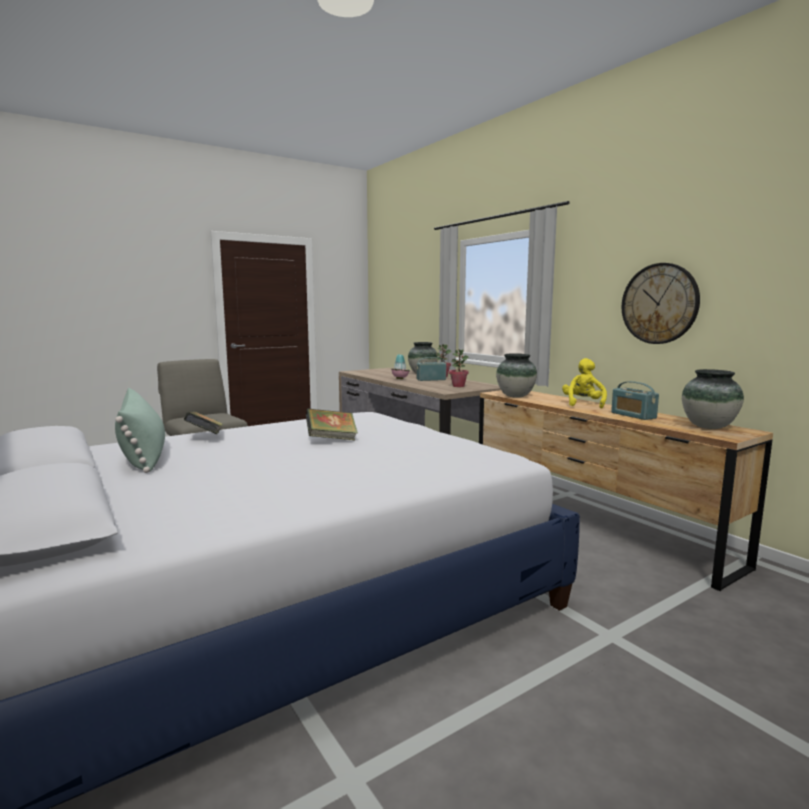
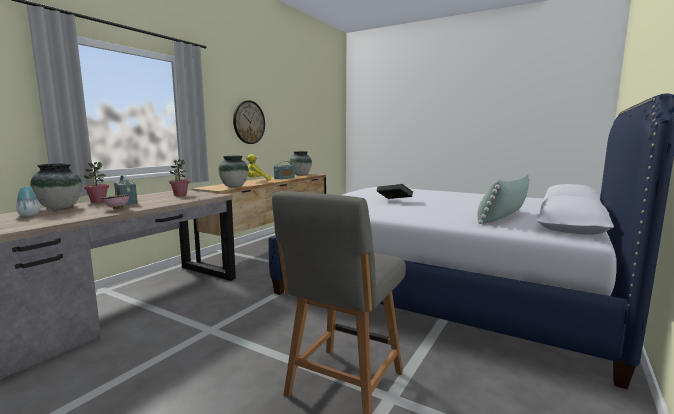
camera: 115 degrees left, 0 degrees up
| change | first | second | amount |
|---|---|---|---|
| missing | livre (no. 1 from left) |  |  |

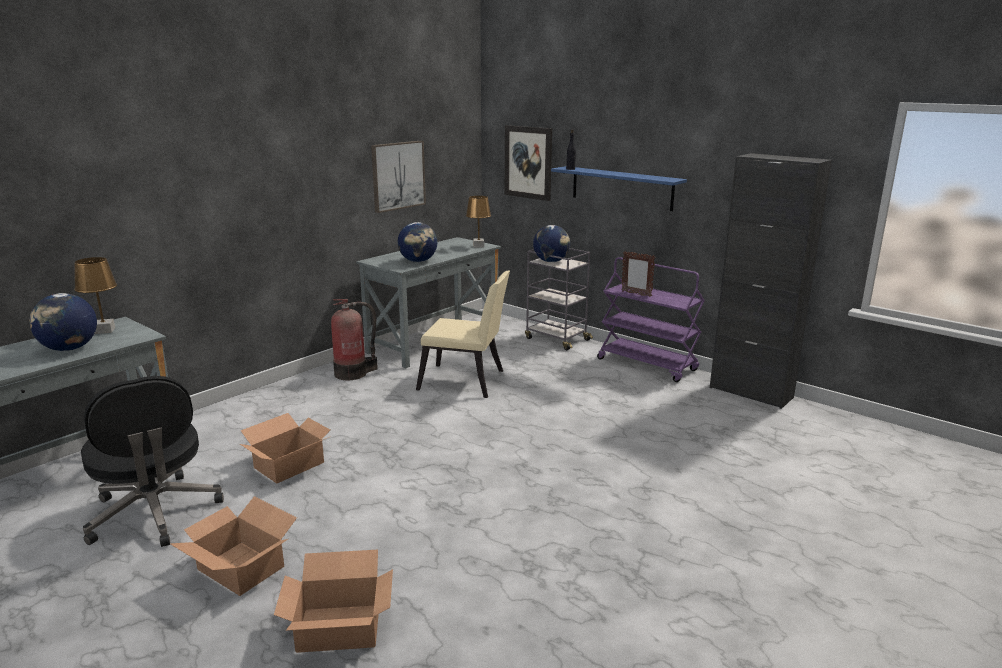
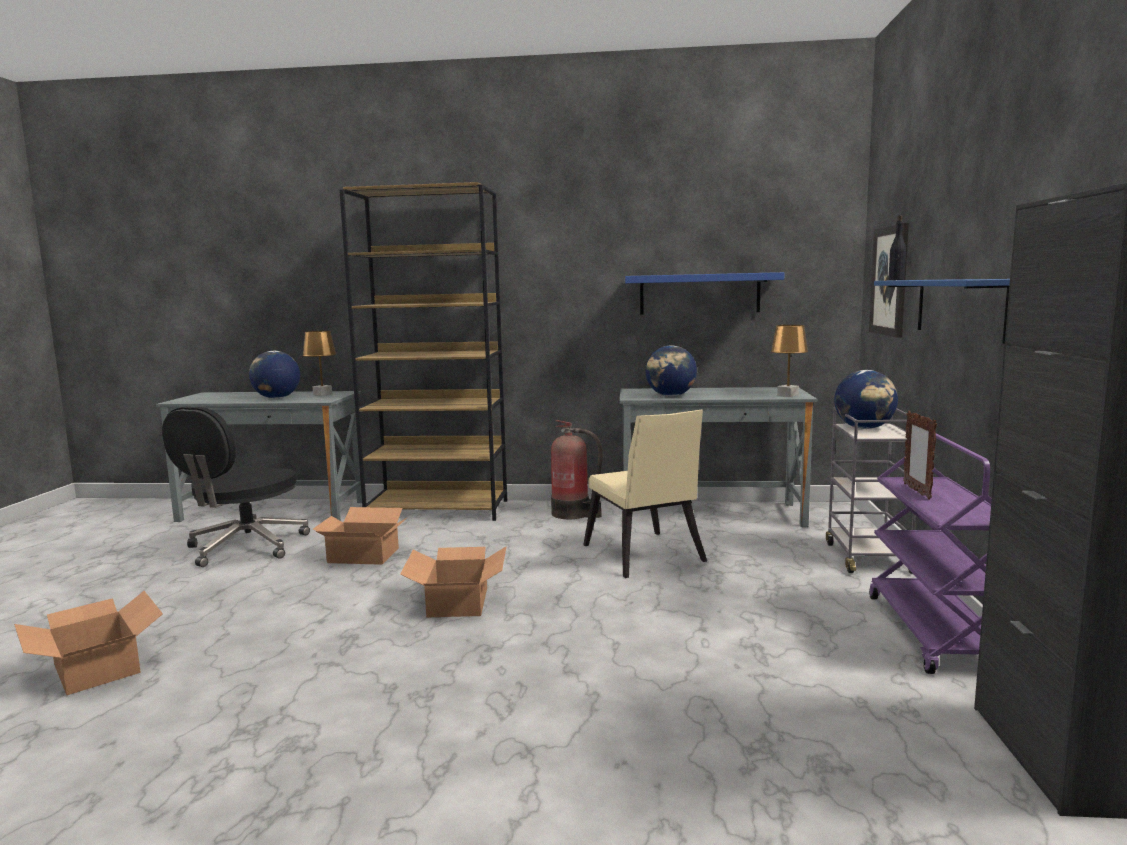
camera: 55 degrees right, 10 degrees down
| change | first | second | amount |
|---|---|---|---|
| relocated | carton (no. 1 from left in the first image) | carton (no. 3 from left) |  |
| exchanged | tableau (no. 1 from left) | étagère (bleu) (no. 1 from left) |  |
| appeared |  | bibliothèque (marron) |  |

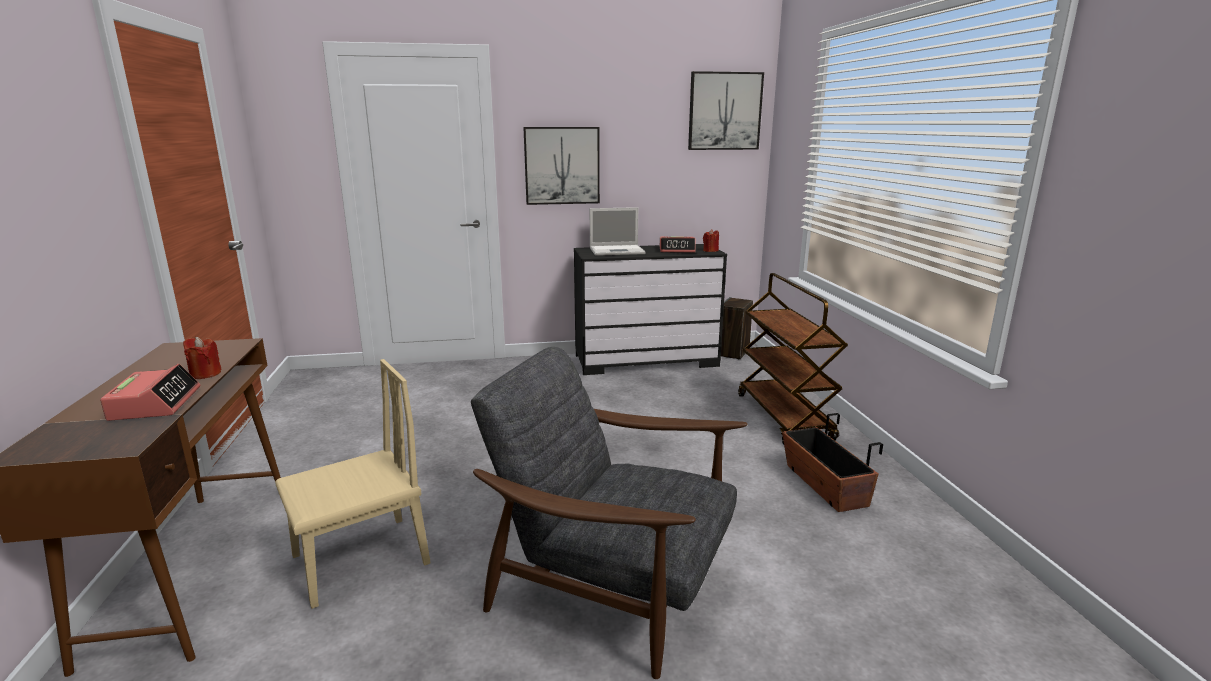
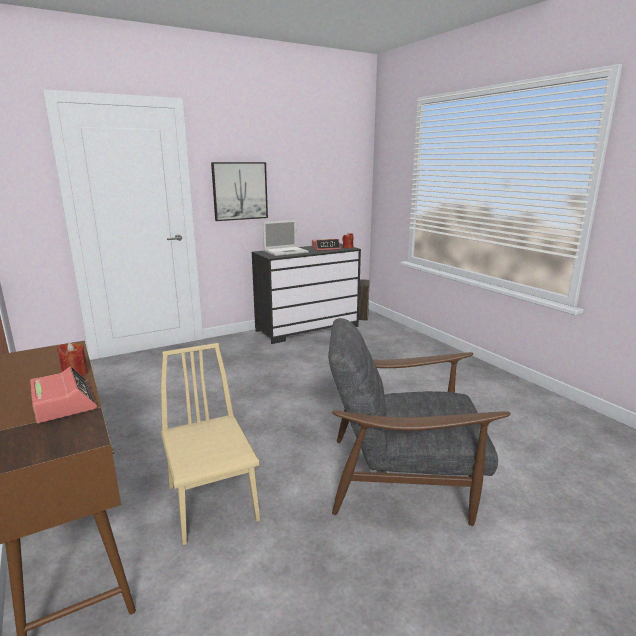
camera: 20 degrees left, 0 degrees up
| change | first | second | amount |
|---|---|---|---|
| spun | chaise (beige) |  | 60 degrees counterclockwise |
| missing | tableau (no. 2 from left) |  |  |
| missing | chariot (marron) |  |  |
| missing | cache-pot |  |  |

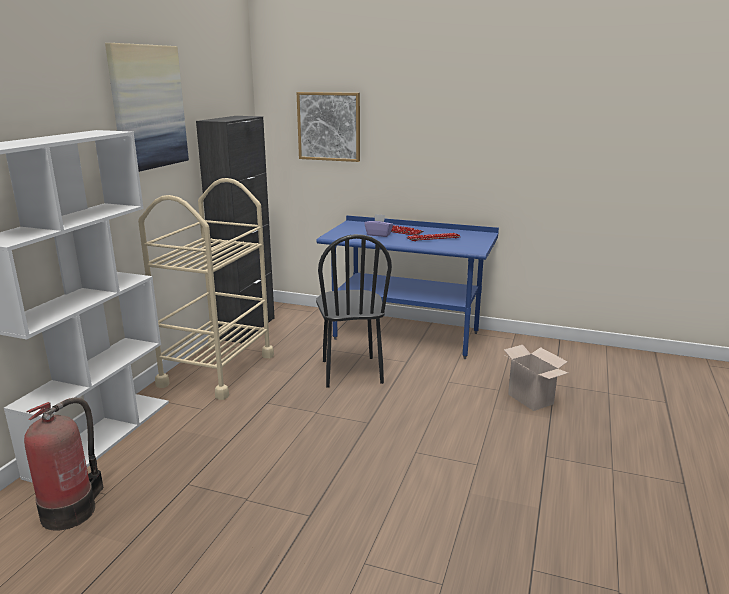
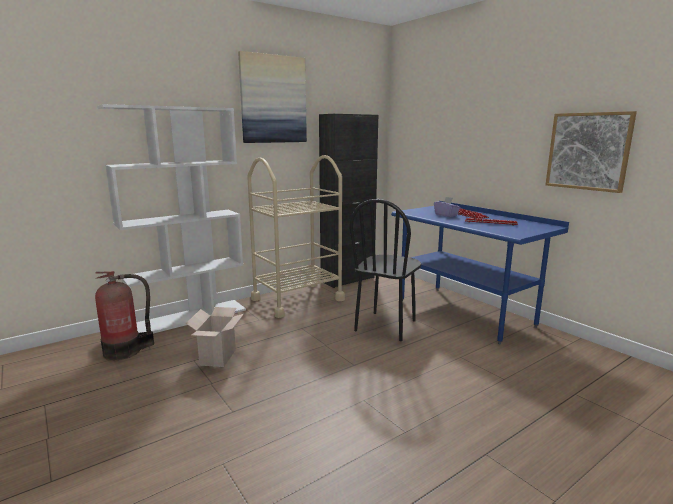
camera: 35 degrees right, 5 degrees down
| change | first | second | amount |
|---|---|---|---|
| relocated | tableau (no. 2 from left) |  |  |
| relocated | carton |  |  |

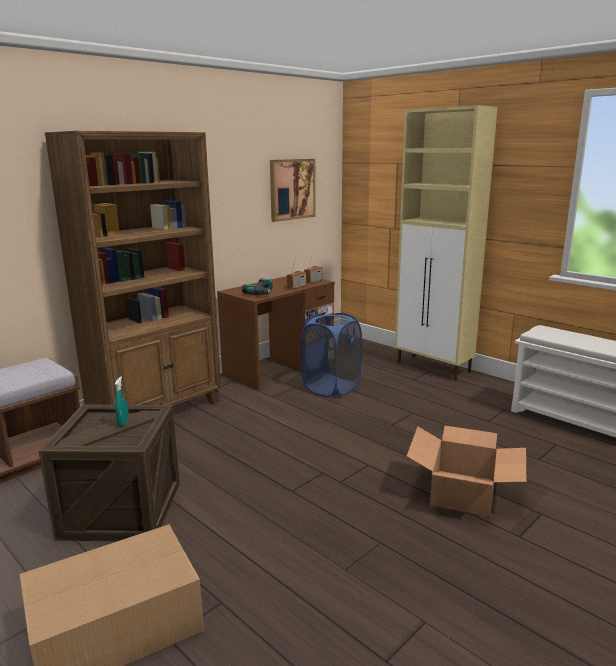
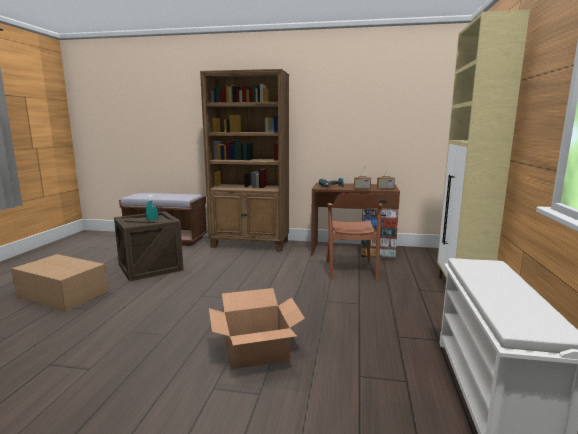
camera: 55 degrees right, 5 degrees down
| change | first | second | amount |
|---|---|---|---|
| missing | tableau |  |  |
| exchanged | panier à linge (bleu) | chaise (marron) |  |

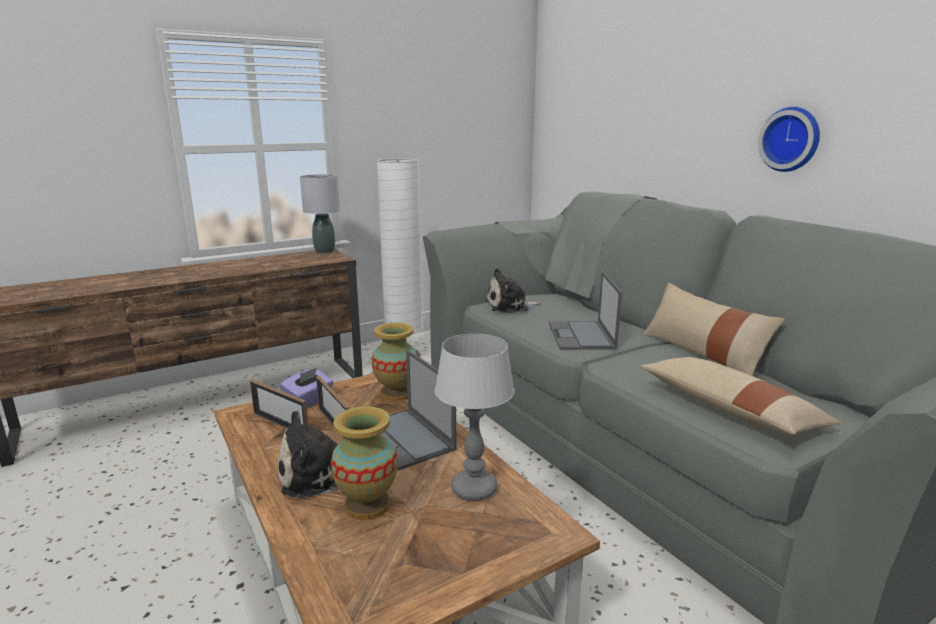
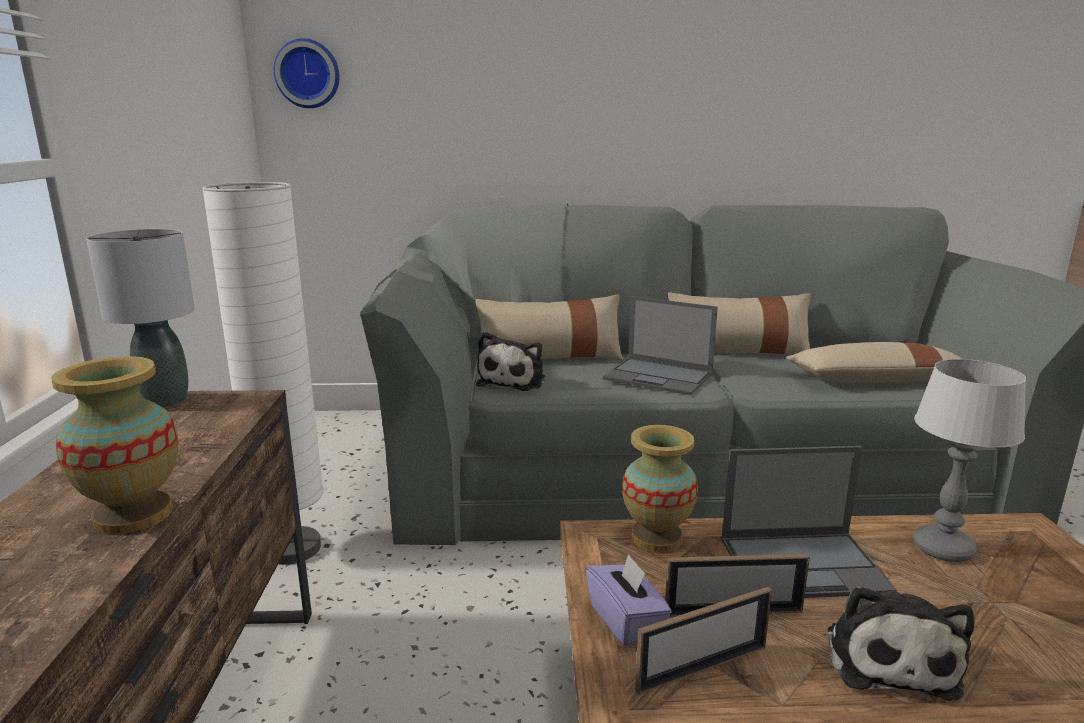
camera: 60 degrees left, 0 degrees up
| change | first | second | amount |
|---|---|---|---|
| relocated | vase (no. 1 from left) |  |  |
| relocated | horloge murale |  |  |
| appeared |  | coussin (beige) (no. 1 from left) |  |

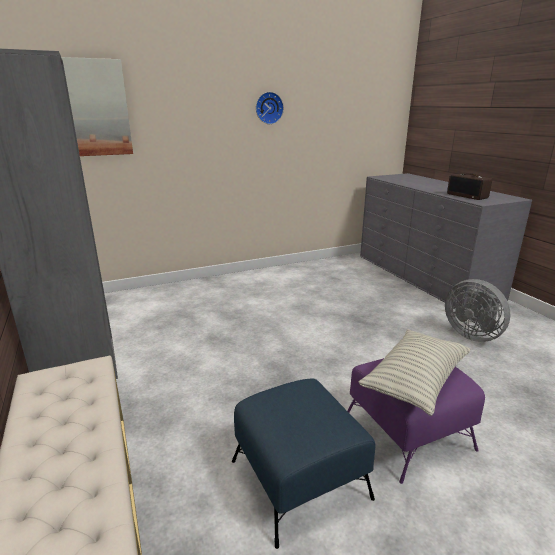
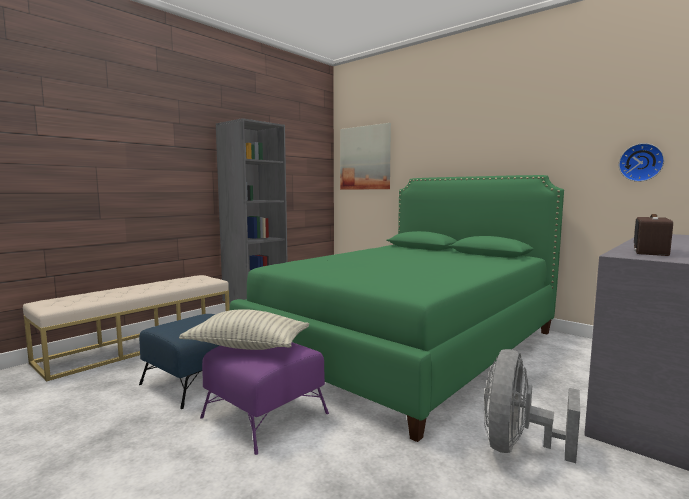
camera: 65 degrees right, 15 degrees down
| change | first | second | amount |
|---|---|---|---|
| relocated | horloge murale |  |  |
| appeared |  | lit (vert) |  |

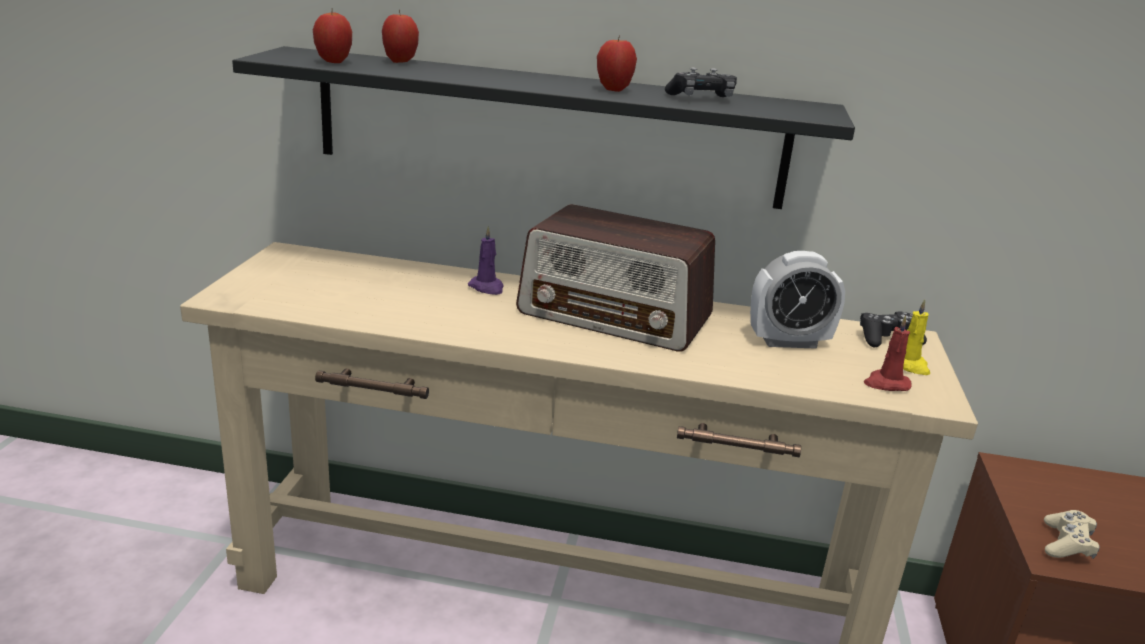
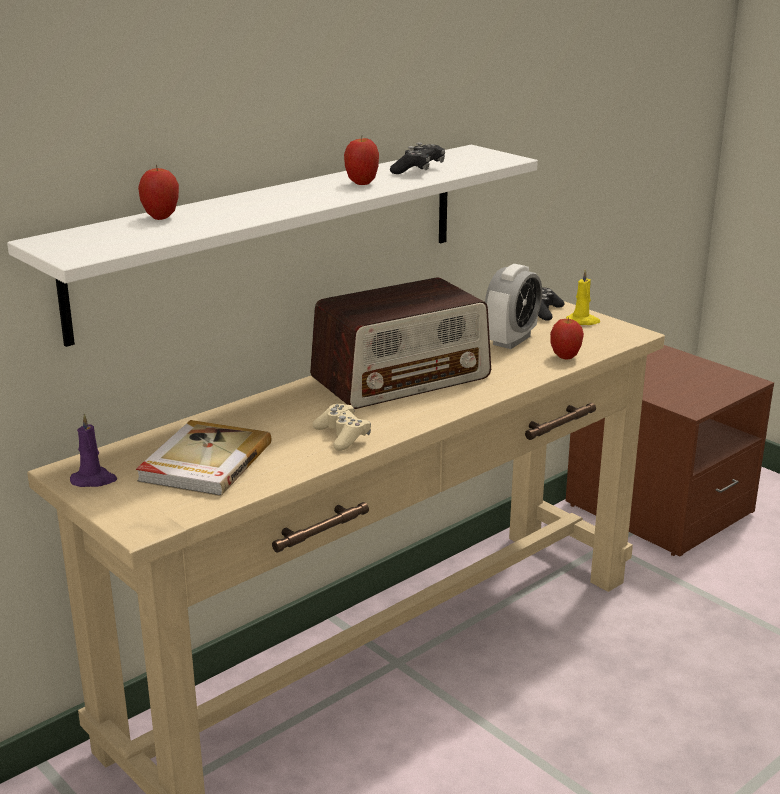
camera: 50 degrees left, 0 degrees up
| change | first | second | amount |
|---|---|---|---|
| colour | étagère (noir) | étagère (blanc) |  |
| relocated | pomme (no. 1 from left in the first image) | pomme (no. 3 from left) |  |
| relocated | bougie (violet) |  |  |
| missing | bougie (rouge) |  |  |
| relocated | manette (beige) |  |  |
| appeared |  | livre |  |

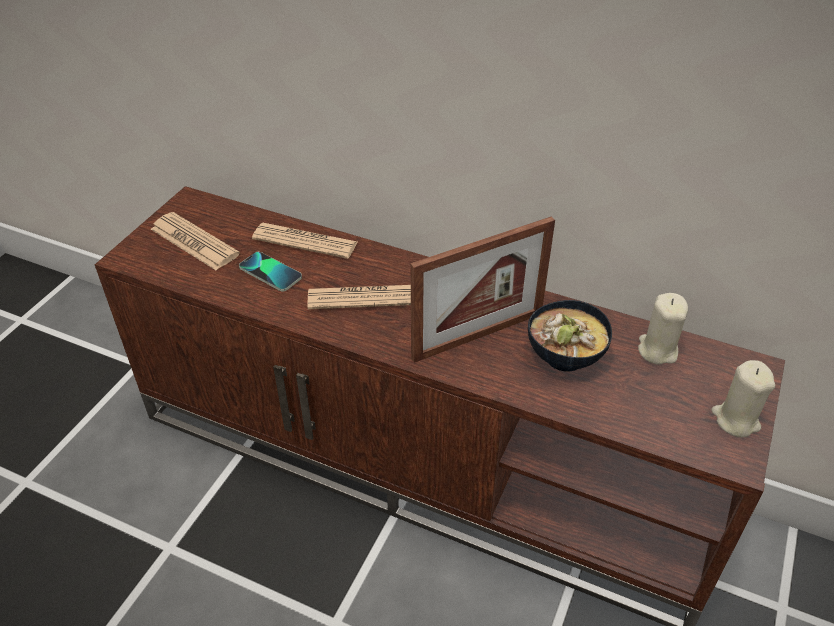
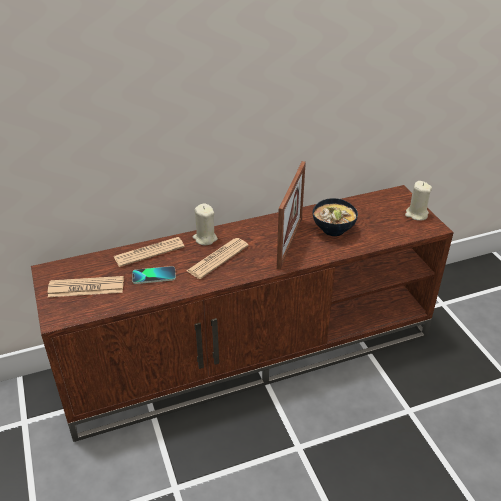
camera: 45 degrees left, 5 degrees down
| change | first | second | amount |
|---|---|---|---|
| relocated | bougie (beige) (no. 1 from left) |  |  |

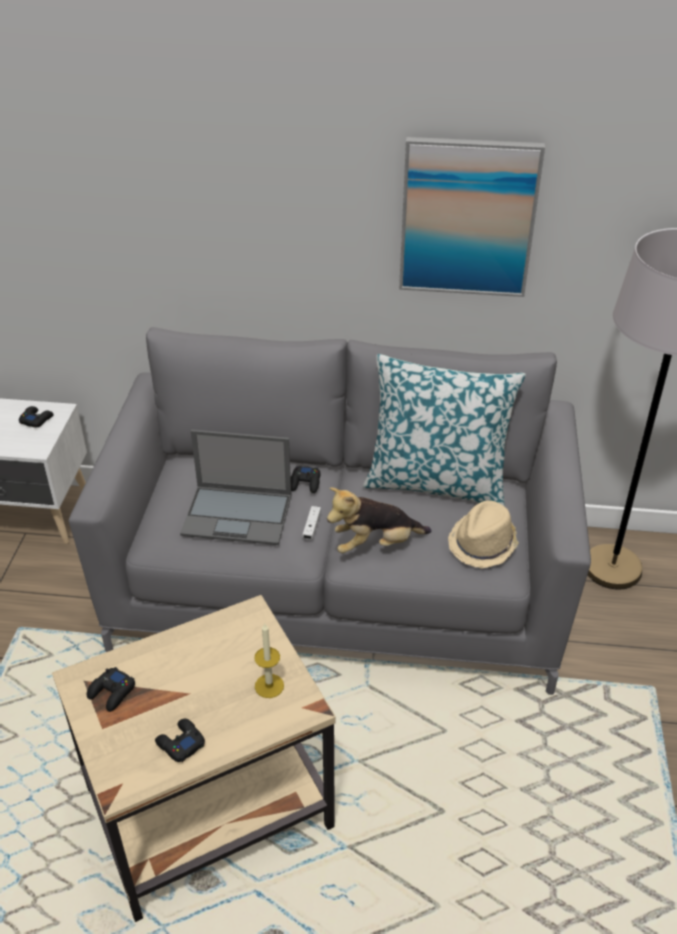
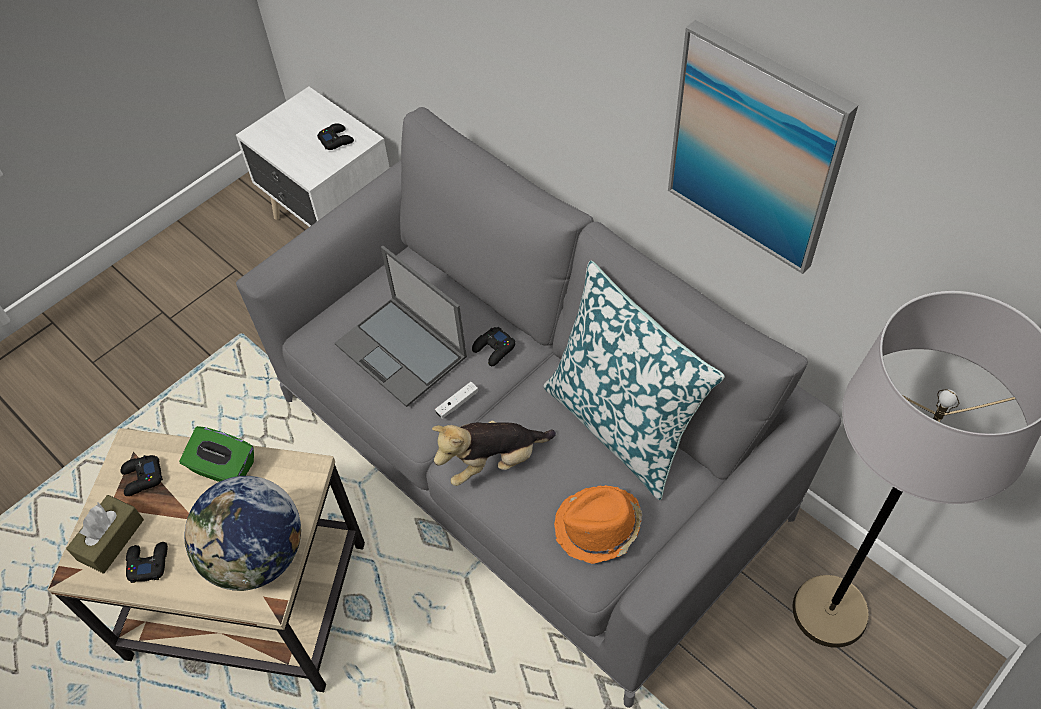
camera: 40 degrees right, 15 degrees up
| change | first | second | amount |
|---|---|---|---|
| exchanged | bougie | globe |  |
| spun | peluche |  | 45 degrees counterclockwise |
| colour | chapeau (beige) | chapeau (orange) |  |
| appeared |  | boîte à mouchoirs (marron) |  |
| appeared |  | boîte à mouchoirs (vert) |  |

